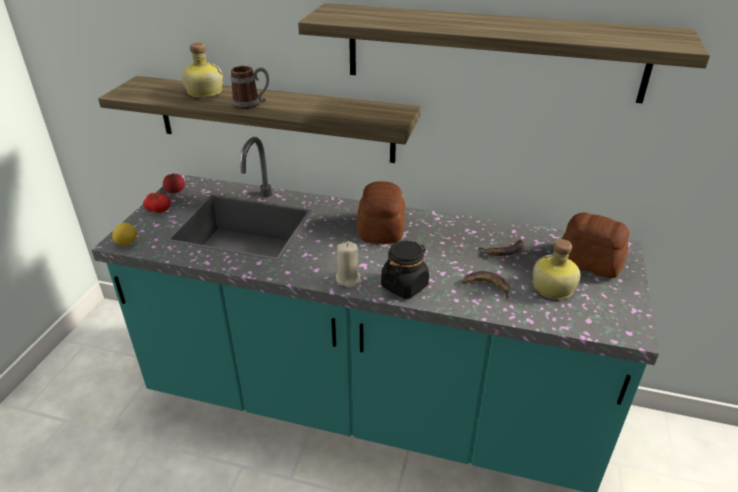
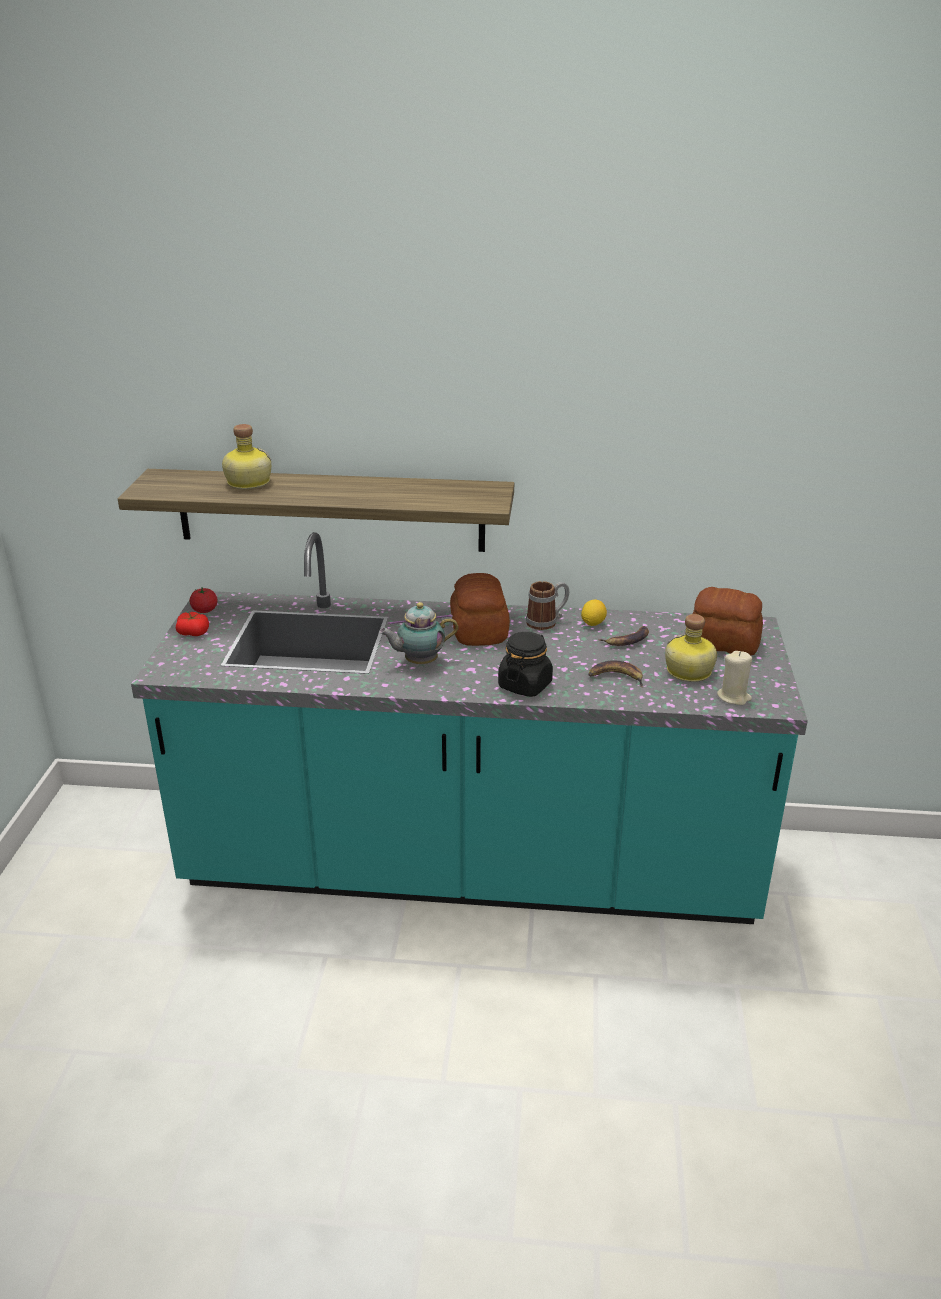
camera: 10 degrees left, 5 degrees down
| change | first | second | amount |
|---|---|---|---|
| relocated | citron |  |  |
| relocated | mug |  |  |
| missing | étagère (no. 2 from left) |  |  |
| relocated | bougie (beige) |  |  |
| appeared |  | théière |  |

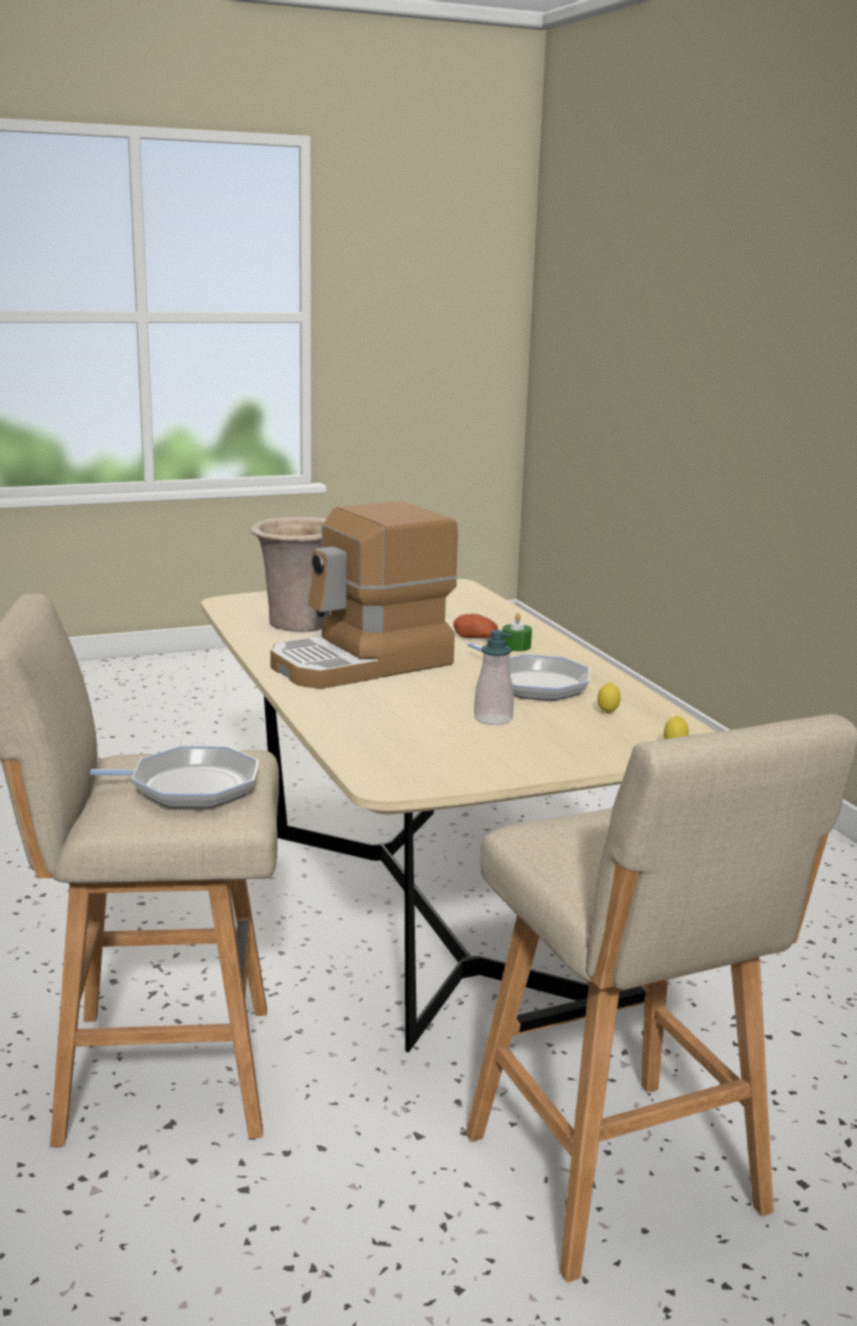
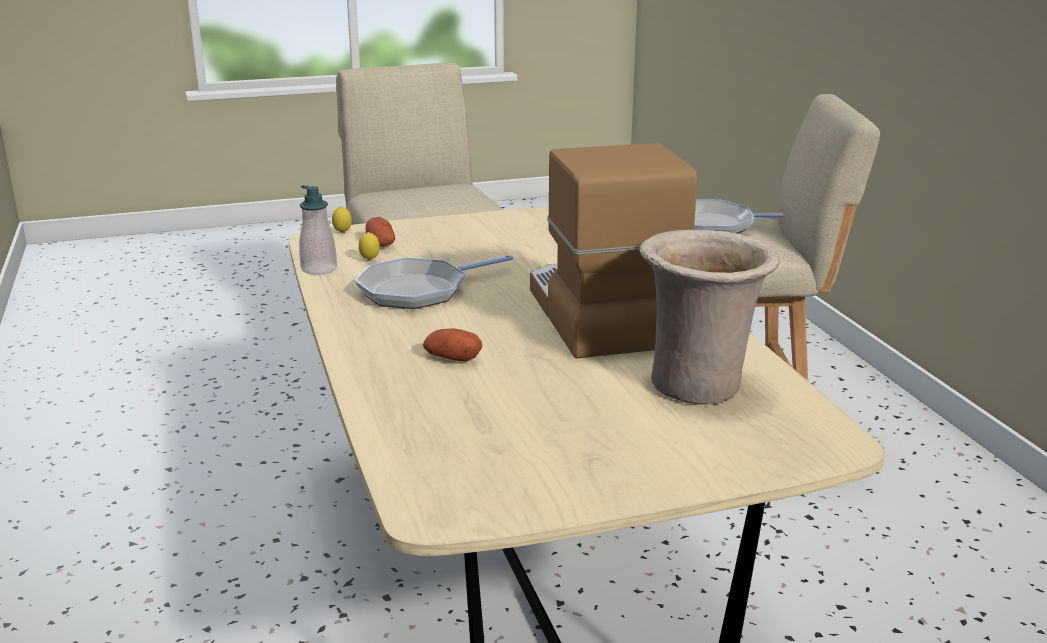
camera: 175 degrees left, 5 degrees up
| change | first | second | amount |
|---|---|---|---|
| spun | machine à café |  | 75 degrees counterclockwise |
| spun | poêle (no. 2 from left in the first image) | poêle (no. 1 from left) | 90 degrees counterclockwise |
| relocated | distributeur de savon |  |  |
| missing | bougie (vert) |  |  |
| appeared |  | pomme de terre (no. 1 from left) |  |

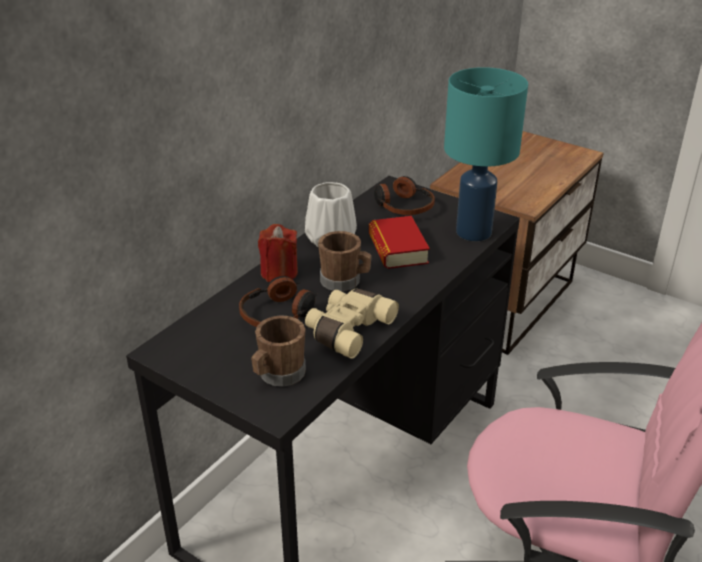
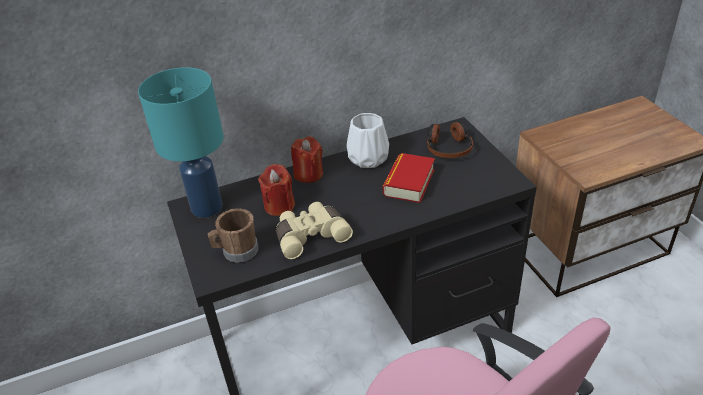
camera: 35 degrees right, 5 degrees up
| change | first | second | amount |
|---|---|---|---|
| exchanged | casque audio (no. 1 from left) | bougie (rouge) (no. 1 from left) |  |
| missing | mug (marron) (no. 2 from left) |  |  |
| relocated | lampe de table (turquoise) |  |  |

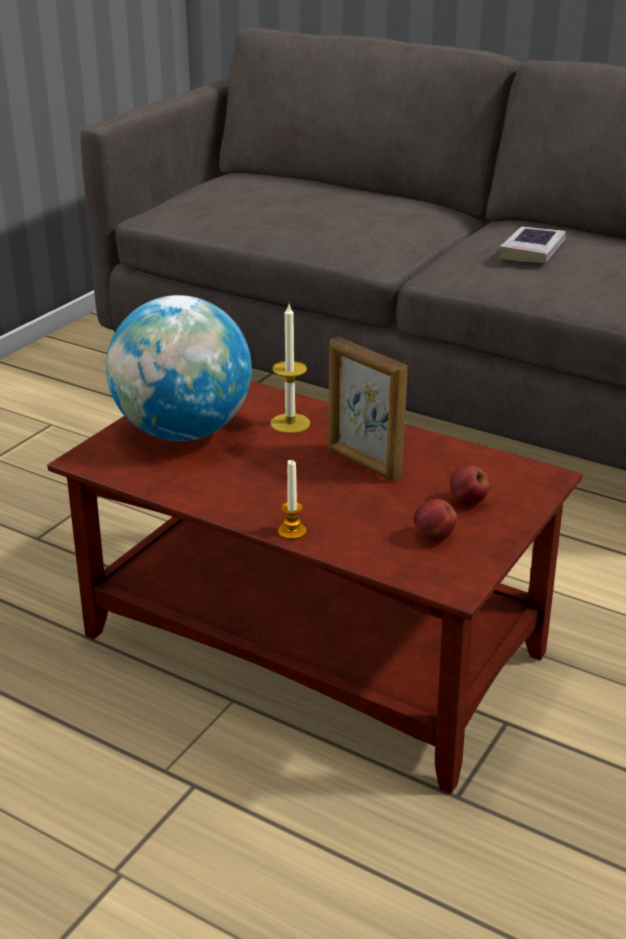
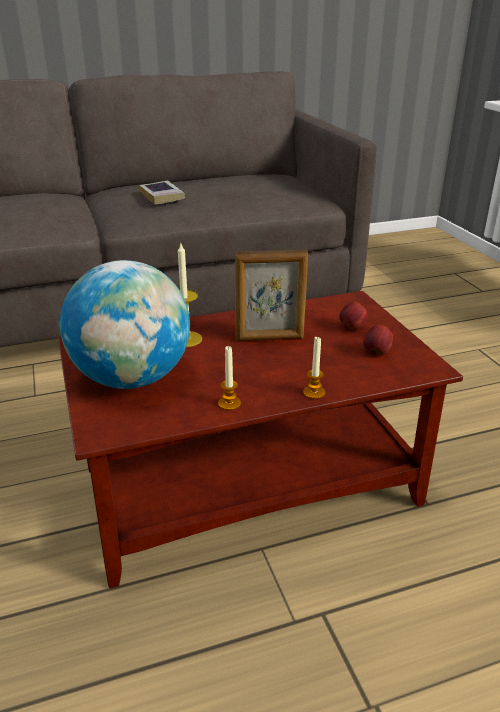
camera: 50 degrees left, 0 degrees up
| change | first | second | amount |
|---|---|---|---|
| appeared |  | bougie (no. 2 from left) |  |

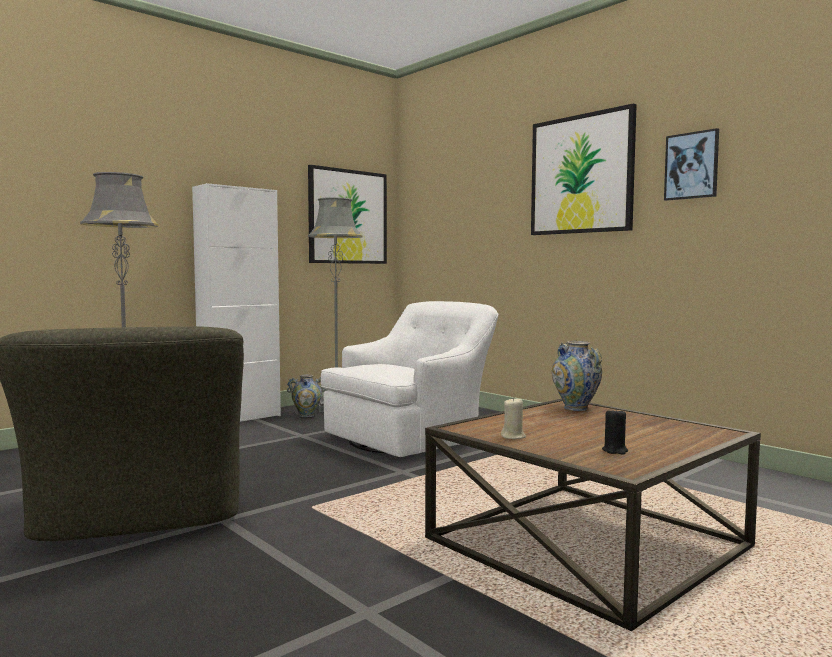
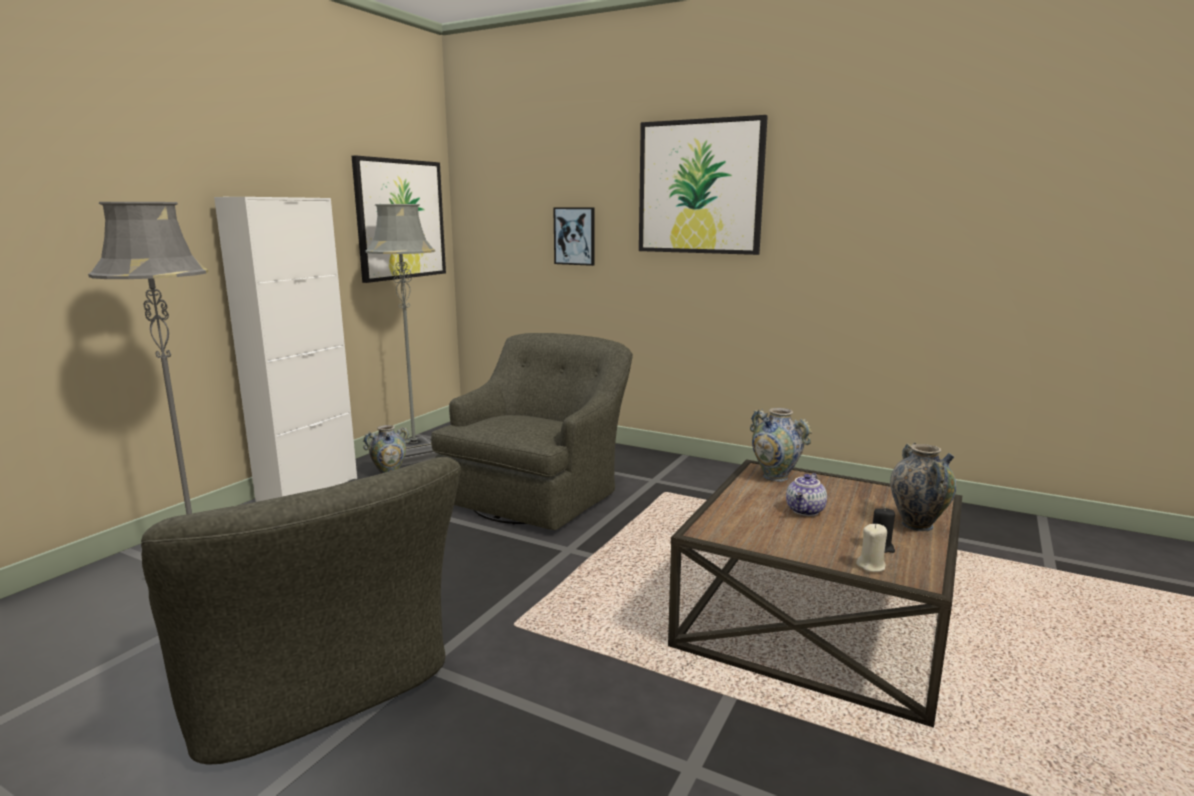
camera: 20 degrees left, 10 degrees up
| change | first | second | amount |
|---|---|---|---|
| colour | fauteuil (blanc) | fauteuil (vert) (no. 2 from left) |  |
| relocated | bougie (beige) |  |  |
| relocated | tableau (no. 3 from left in the first image) | tableau (no. 2 from left) |  |
| appeared |  | théière |  |
| appeared |  | vase (no. 3 from left) |  |

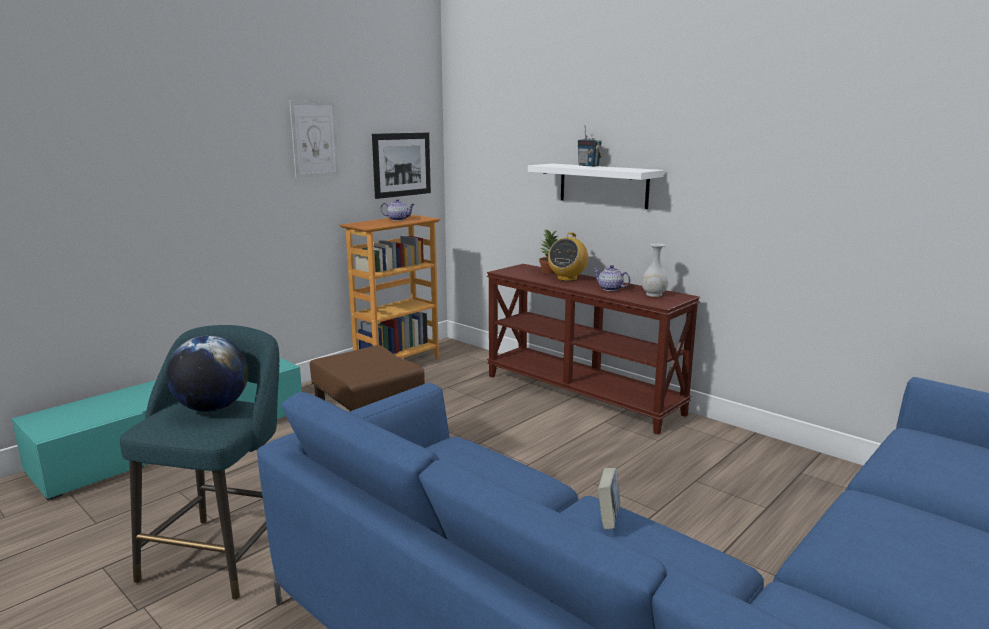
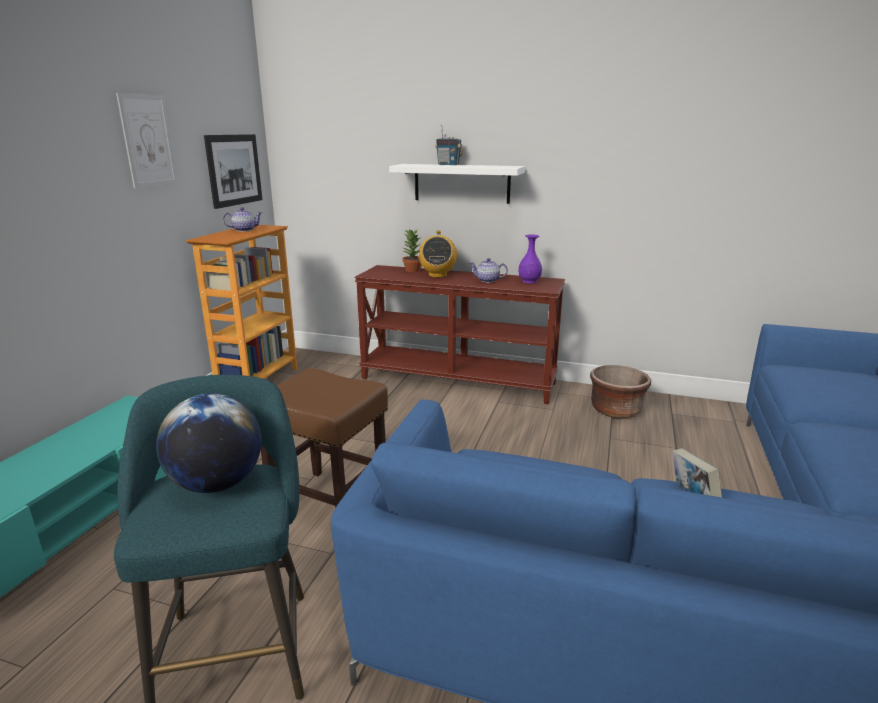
camera: 25 degrees left, 5 degrees up
| change | first | second | amount |
|---|---|---|---|
| colour | vase (blanc) | vase (violet) |  |
| appeared |  | cache-pot (marron) |  |

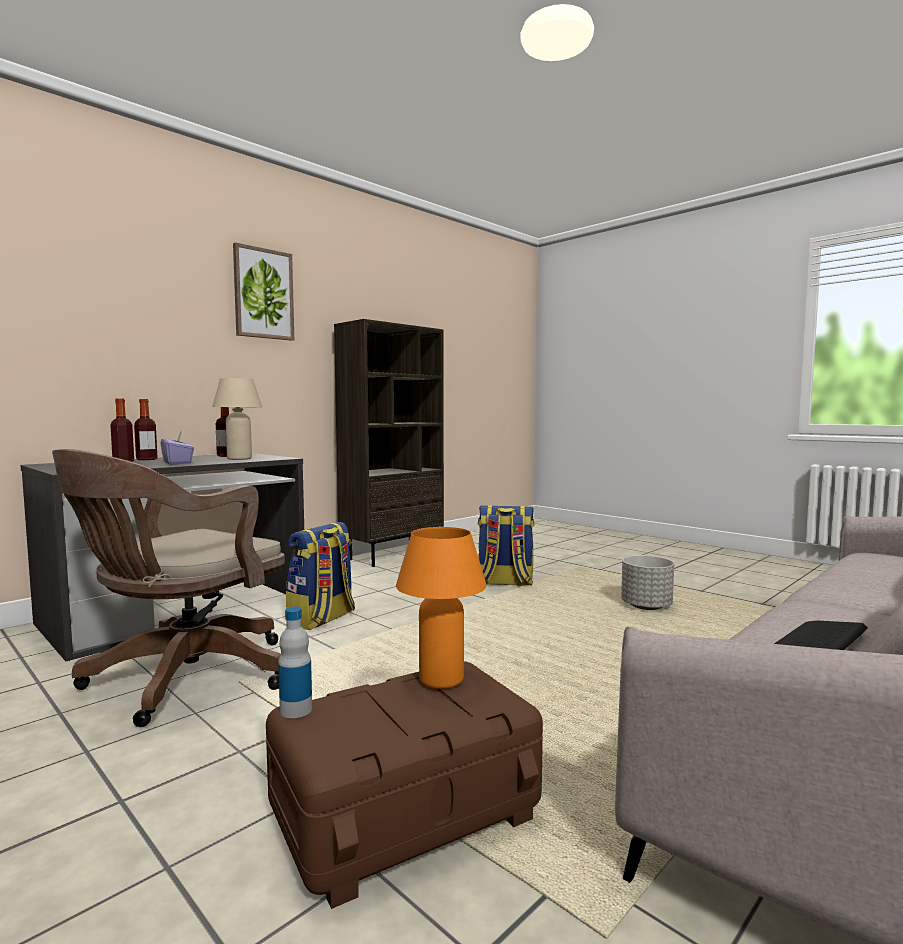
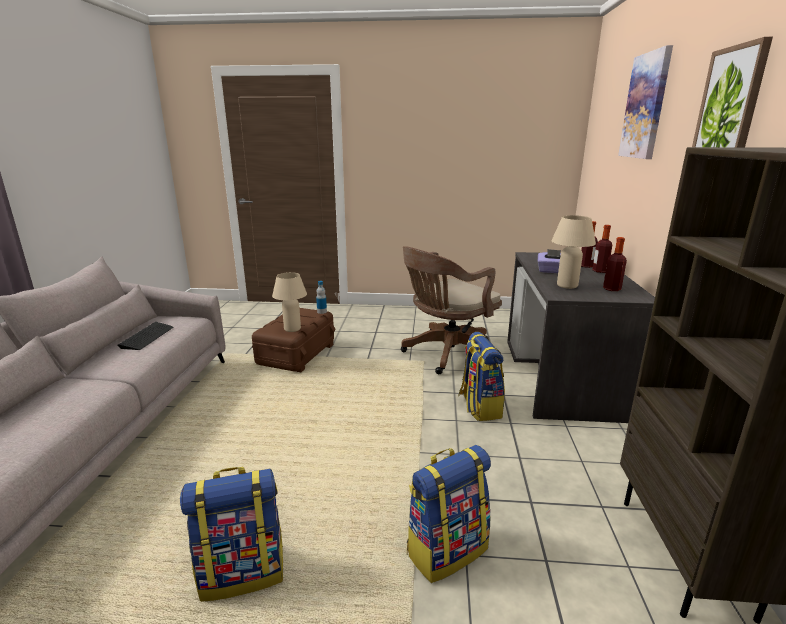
camera: 140 degrees right, 15 degrees up
| change | first | second | amount |
|---|---|---|---|
| spun | chaise de bureau (marron) |  | 120 degrees counterclockwise |
| colour | lampe de table (orange) | lampe de table (beige) (no. 1 from left) |  |
| exchanged | cache-pot (gris) | sac à dos (no. 1 from left) |  |
| appeared |  | tableau (no. 1 from left) |  |

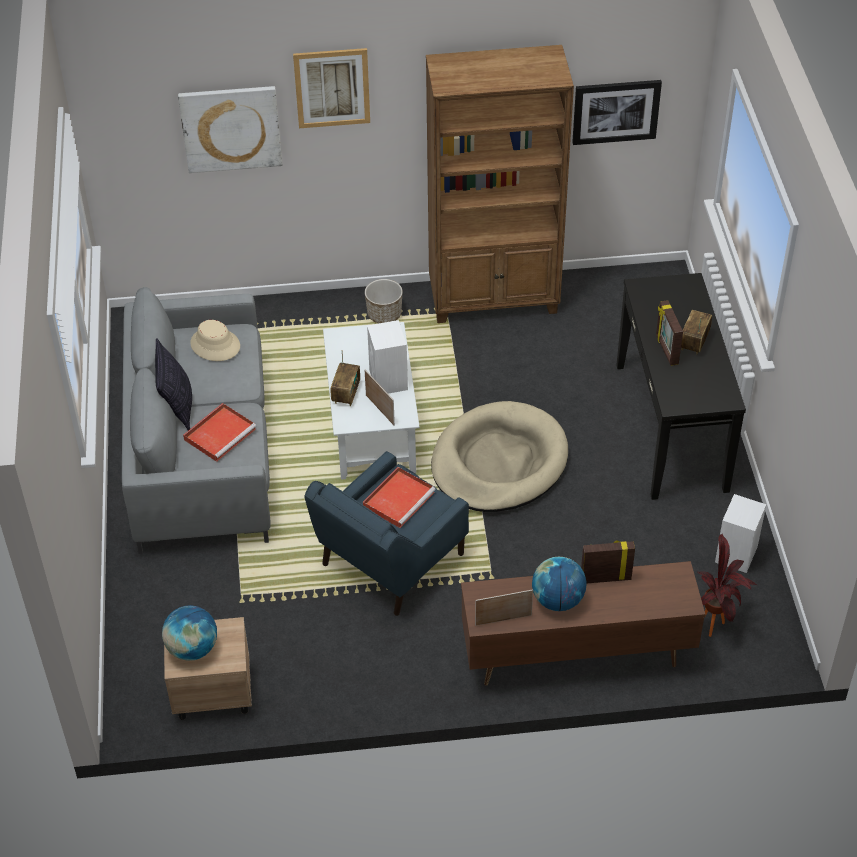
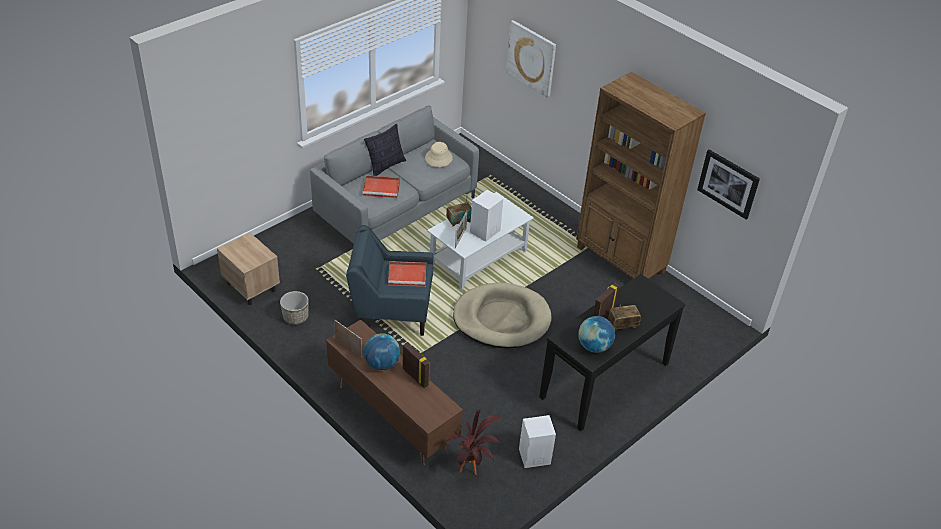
camera: 50 degrees right, 5 degrees down
| change | first | second | amount |
|---|---|---|---|
| relocated | globe (no. 1 from left in the first image) | globe (no. 2 from left) |  |
| missing | tableau (no. 2 from left) |  |  |
| relocated | cache-pot |  |  |

